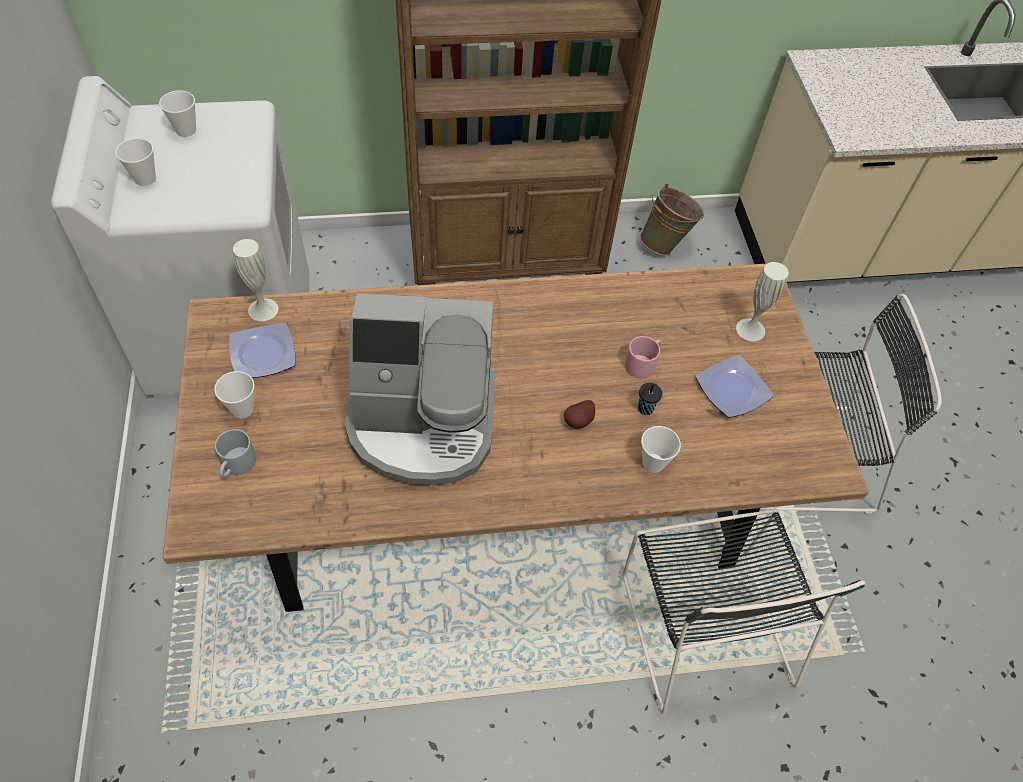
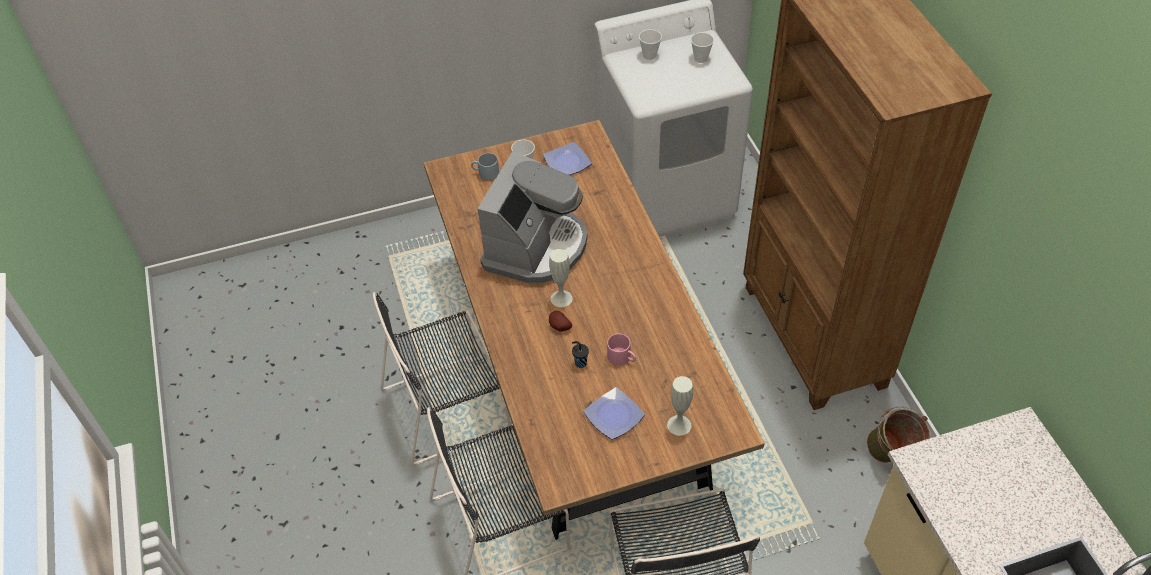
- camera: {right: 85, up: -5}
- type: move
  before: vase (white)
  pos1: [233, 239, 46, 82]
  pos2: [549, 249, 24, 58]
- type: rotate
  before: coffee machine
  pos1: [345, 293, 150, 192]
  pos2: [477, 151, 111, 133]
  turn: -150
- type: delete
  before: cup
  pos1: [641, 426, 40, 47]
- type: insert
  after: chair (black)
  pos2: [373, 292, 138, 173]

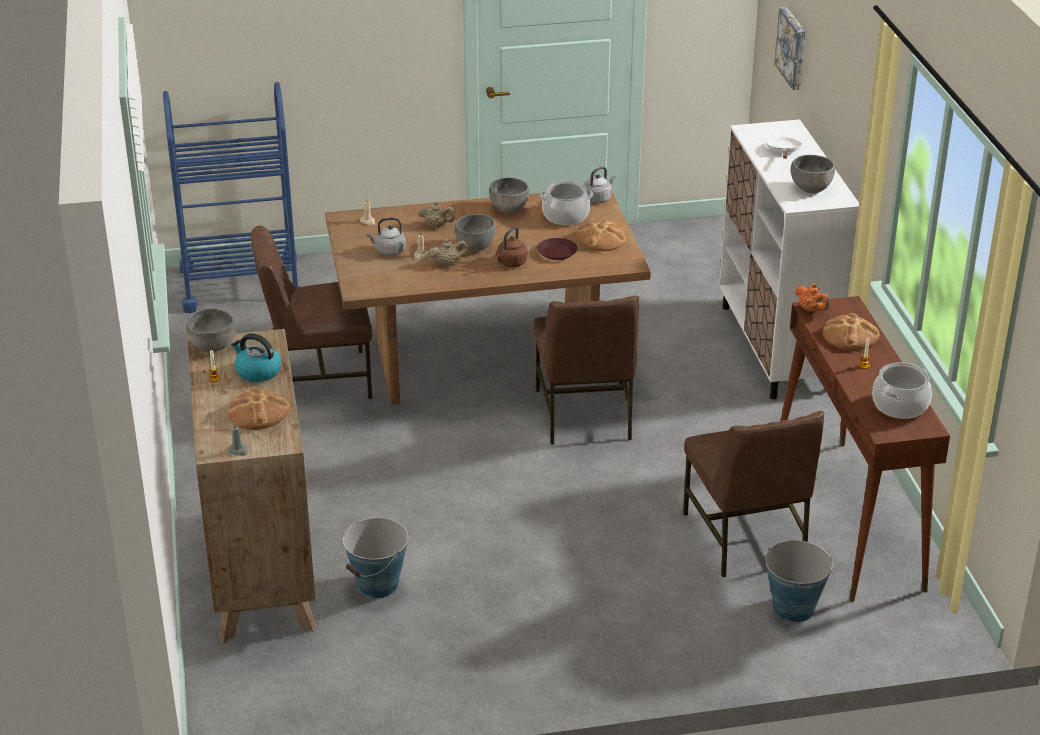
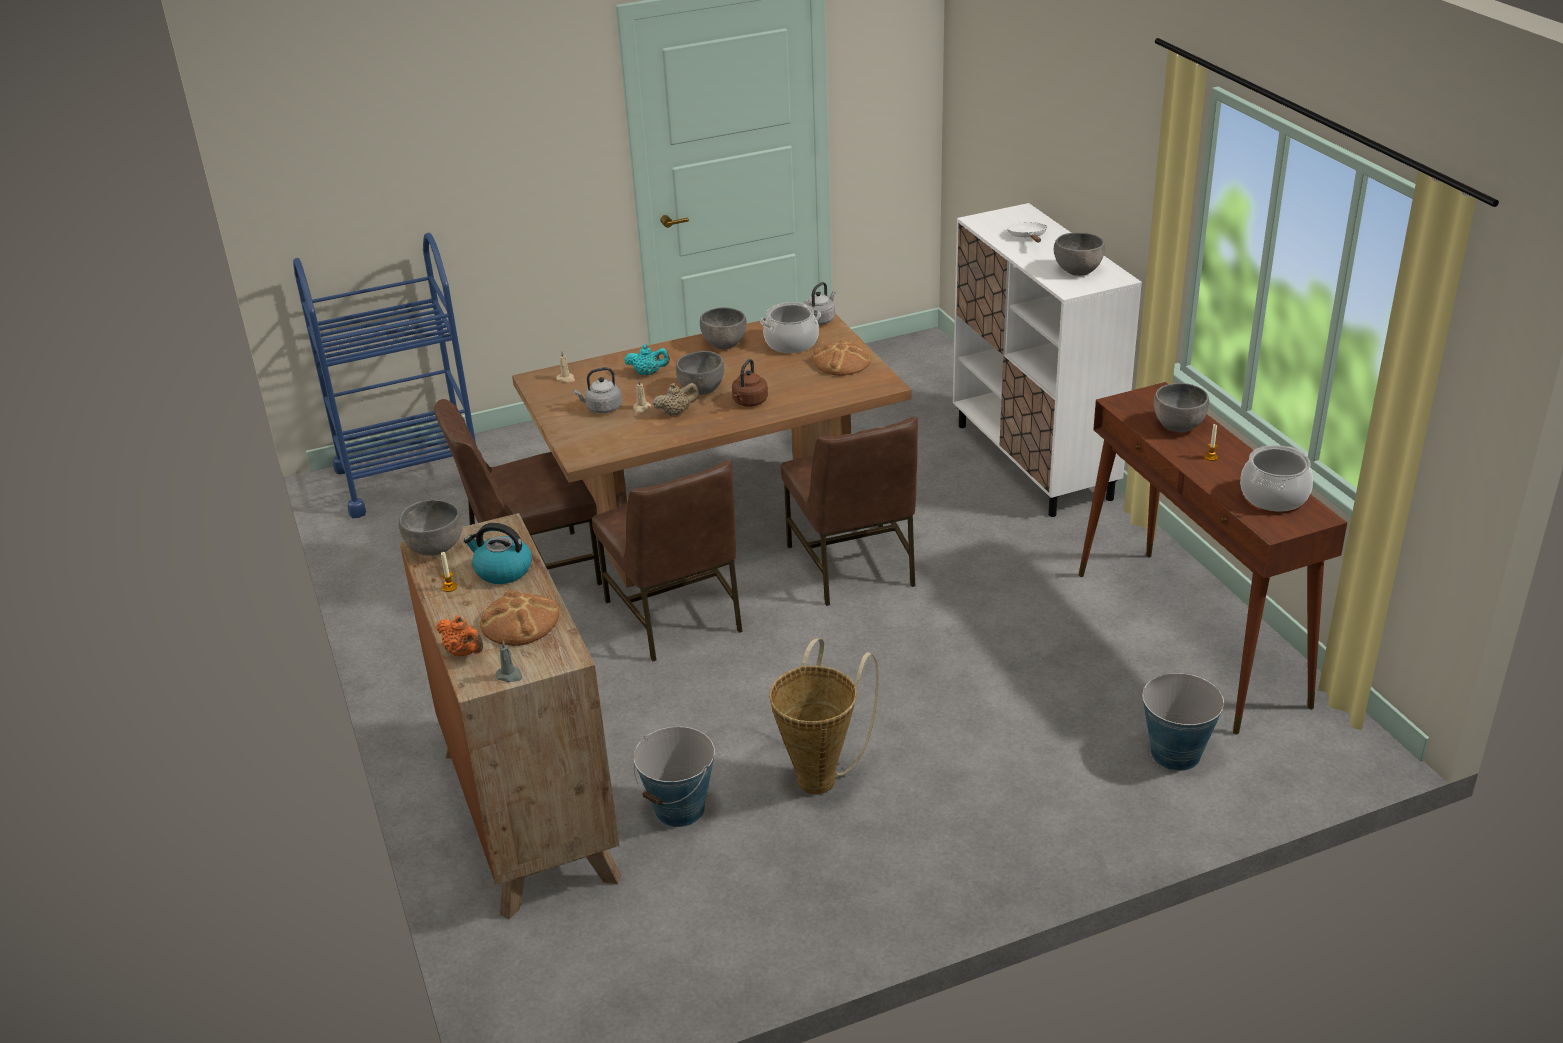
- camera: {right: -10, up: 0}
- type: delete
  before: picture
  pos1: [774, 7, 32, 83]
- type: recolor
  before: teapot (beige)
  after: teapot (turquoise)
  pos1: [418, 201, 38, 27]
  pos2: [624, 344, 46, 31]
- type: delete
  before: plate (brown)
  pos1: [537, 238, 41, 22]
- type: move
  before: teapot (orange)
  pos1: [795, 283, 35, 29]
  pos2: [436, 615, 47, 41]
- type: replace
  before: bread
  after: bowl (grey)
  pos1: [822, 313, 58, 37]
  pos2: [1154, 383, 55, 49]
- type: move
  before: chair (brown)
  pos1: [683, 411, 141, 166]
  pos2: [592, 460, 151, 201]
- type: insert
  after: basket
  pos2: [769, 638, 110, 156]

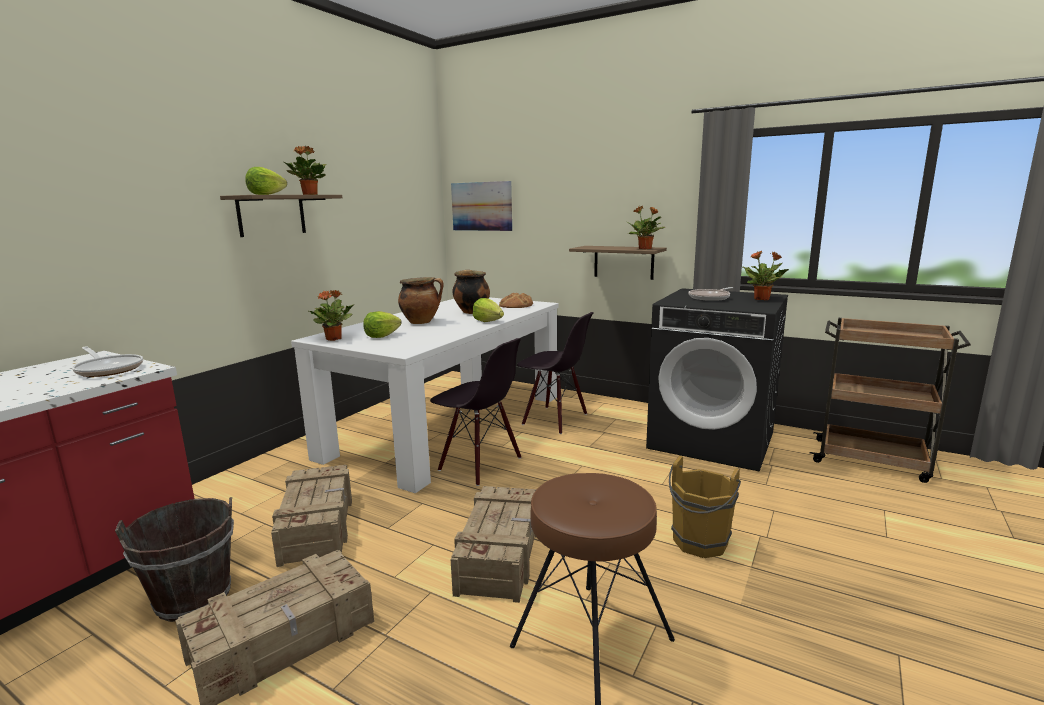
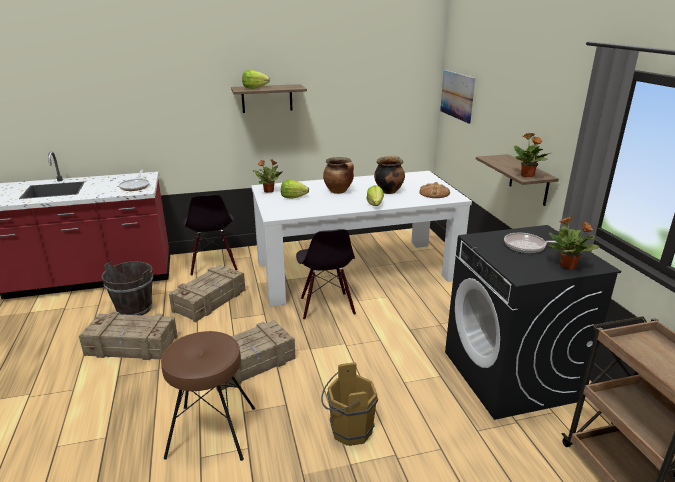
- camera: {right: 45, up: 10}
- type: delete
  before: potted plant
  pos1: [284, 146, 42, 49]
- type: move
  before: chair (black)
  pos1: [517, 312, 77, 122]
  pos2: [183, 194, 55, 82]

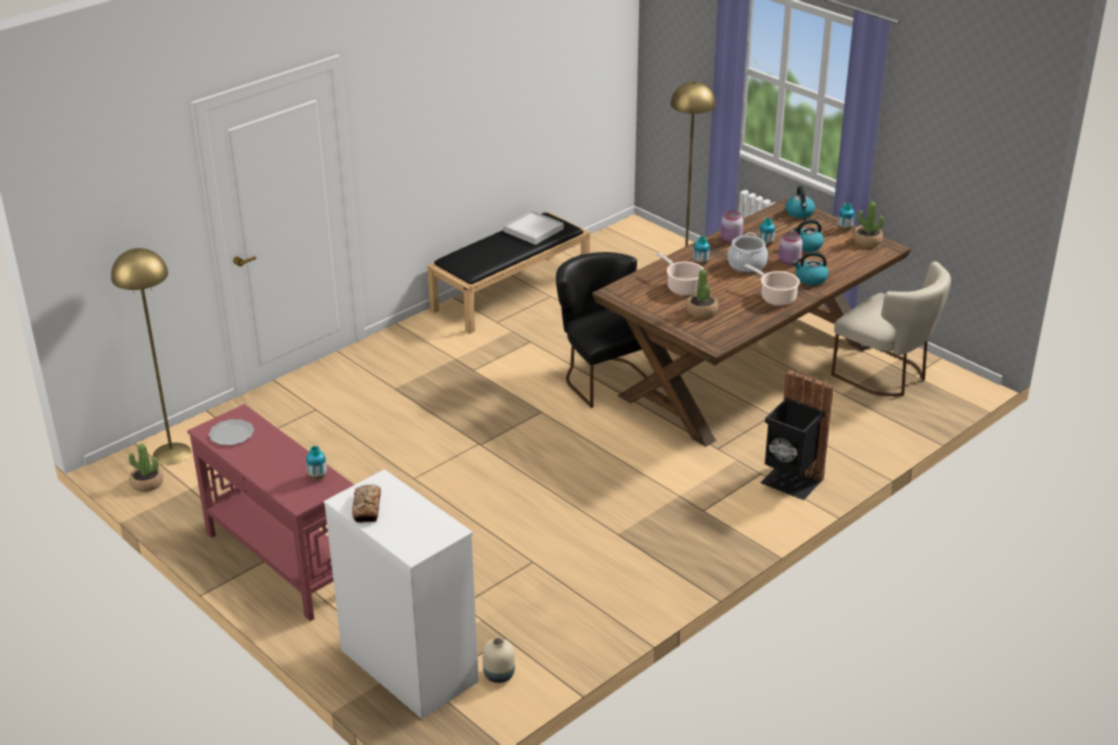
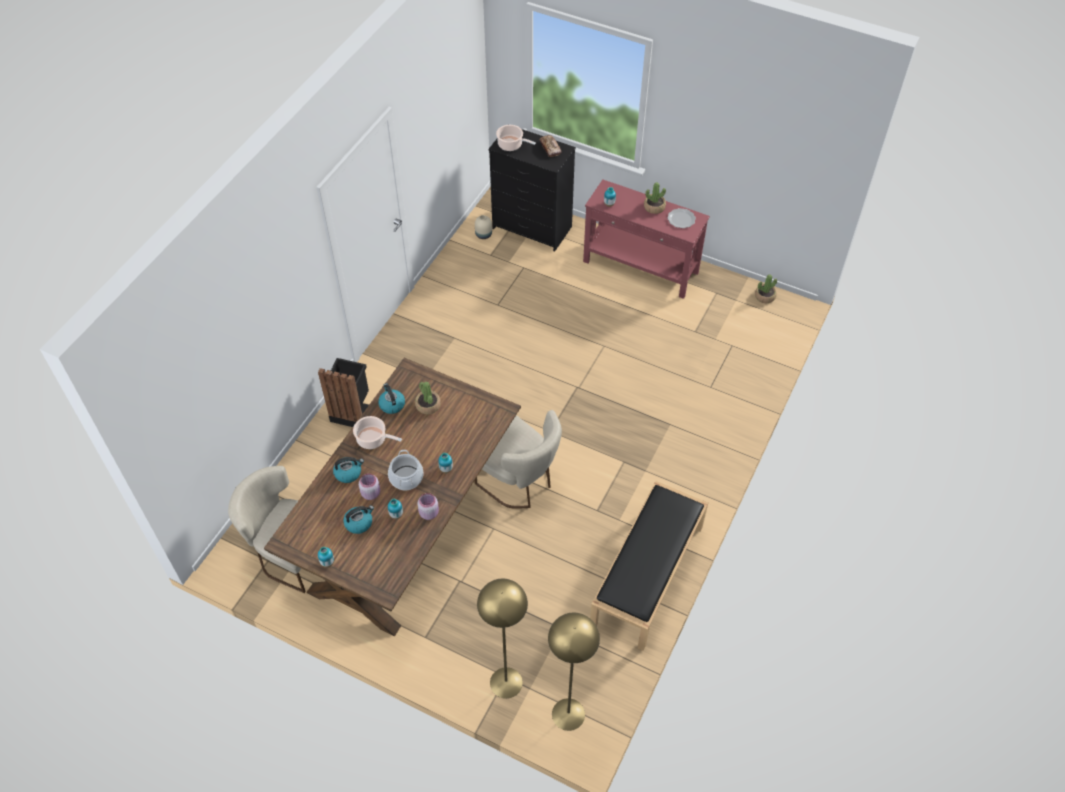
- camera: {right: 160, up: 20}
- type: move
  before: kettle
  pos1: [785, 186, 30, 32]
  pos2: [378, 383, 27, 31]
- type: move
  before: potted plant
  pos1: [853, 202, 31, 45]
  pos2: [644, 182, 22, 32]
- type: delete
  before: tray (white)
  pos1: [503, 211, 61, 34]
- type: move
  before: floor lamp (yellow)
  pos1: [111, 248, 80, 217]
  pos2: [548, 613, 52, 118]
- type: recolor
  before: chair (black)
  after: chair (beige)
  pos1: [556, 252, 99, 156]
  pos2: [474, 410, 88, 99]
- type: move
  before: cooking pot
  pos1: [657, 252, 47, 43]
  pos2: [496, 125, 40, 26]
- type: recolor
  before: dresser (white)
  after: dresser (black)
  pos1: [324, 469, 155, 250]
  pos2: [488, 129, 88, 123]

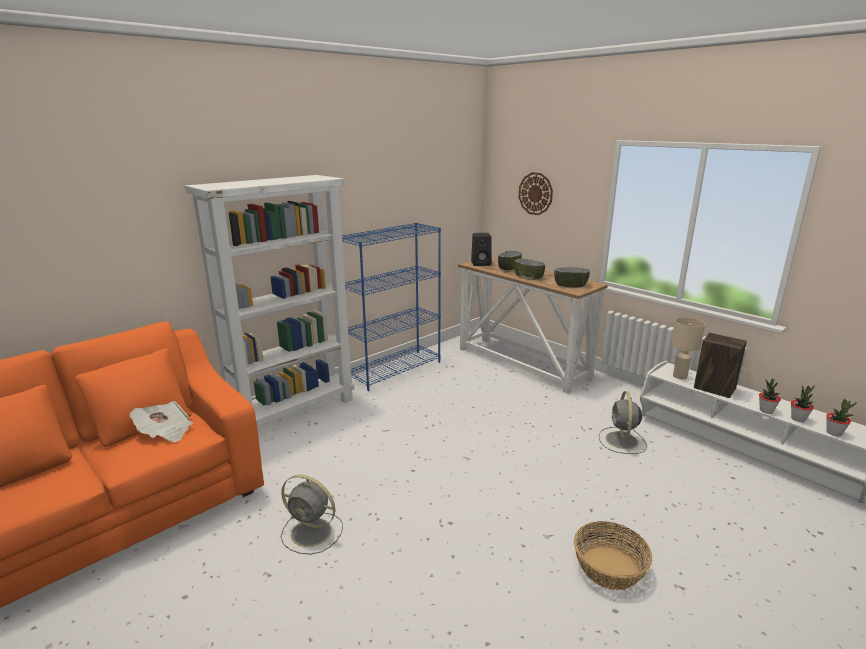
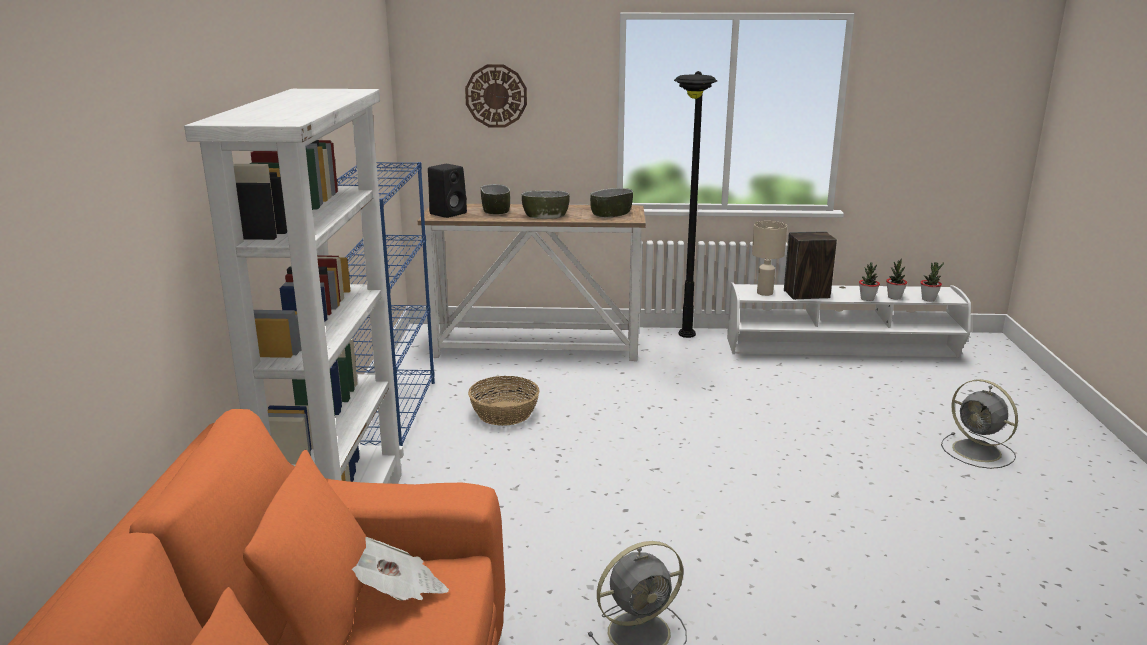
- camera: {right: -45, up: 0}
- type: move
  before: fan (grey)
  pos1: [599, 391, 48, 63]
  pos2: [941, 379, 77, 90]
- type: move
  before: basket
  pos1: [574, 521, 78, 69]
  pos2: [468, 376, 72, 50]
- type: insert
  after: floor lamp (black)
  pos2: [674, 71, 43, 267]

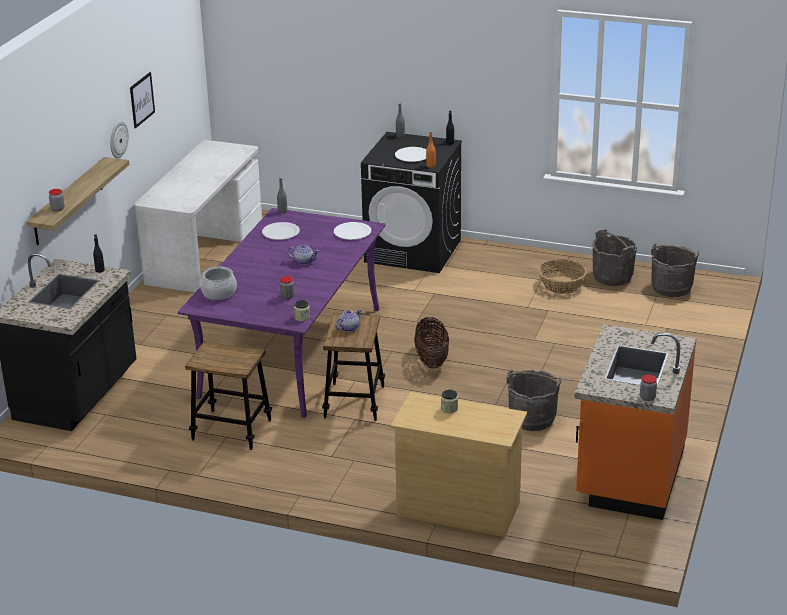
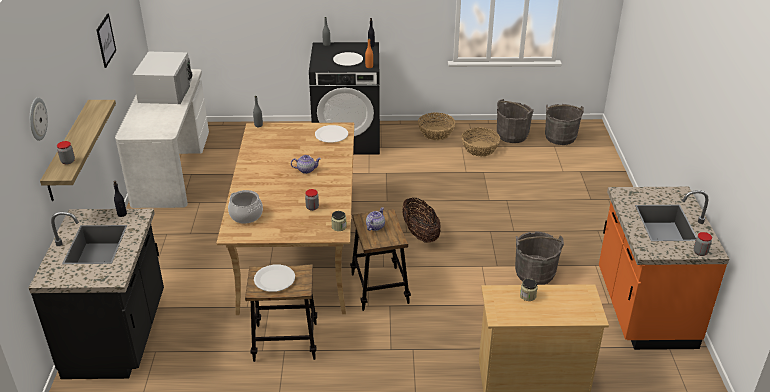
- camera: {right: -20, up: 5}
- type: move
  before: wall clock
  pos1: [110, 121, 19, 38]
  pos2: [30, 98, 18, 43]
- type: recolor
  before: dining table (purple)
  after: dining table (beige)
  pos1: [178, 208, 208, 210]
  pos2: [217, 122, 137, 193]
- type: move
  before: plate (white)
  pos1: [262, 222, 38, 18]
  pos2: [254, 265, 41, 27]
- type: insert
  after: microwave (white)
  pos2: [133, 52, 60, 52]
- type: insert
  after: basket
  pos2: [418, 113, 37, 27]

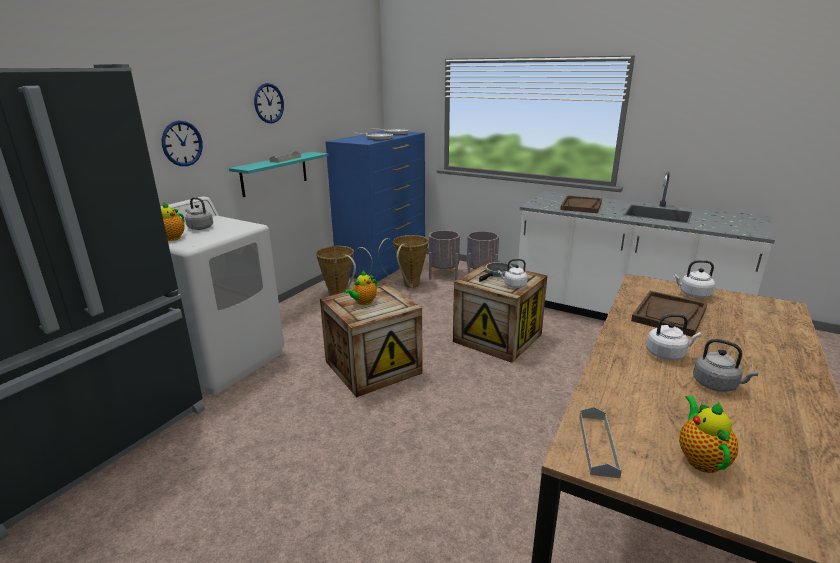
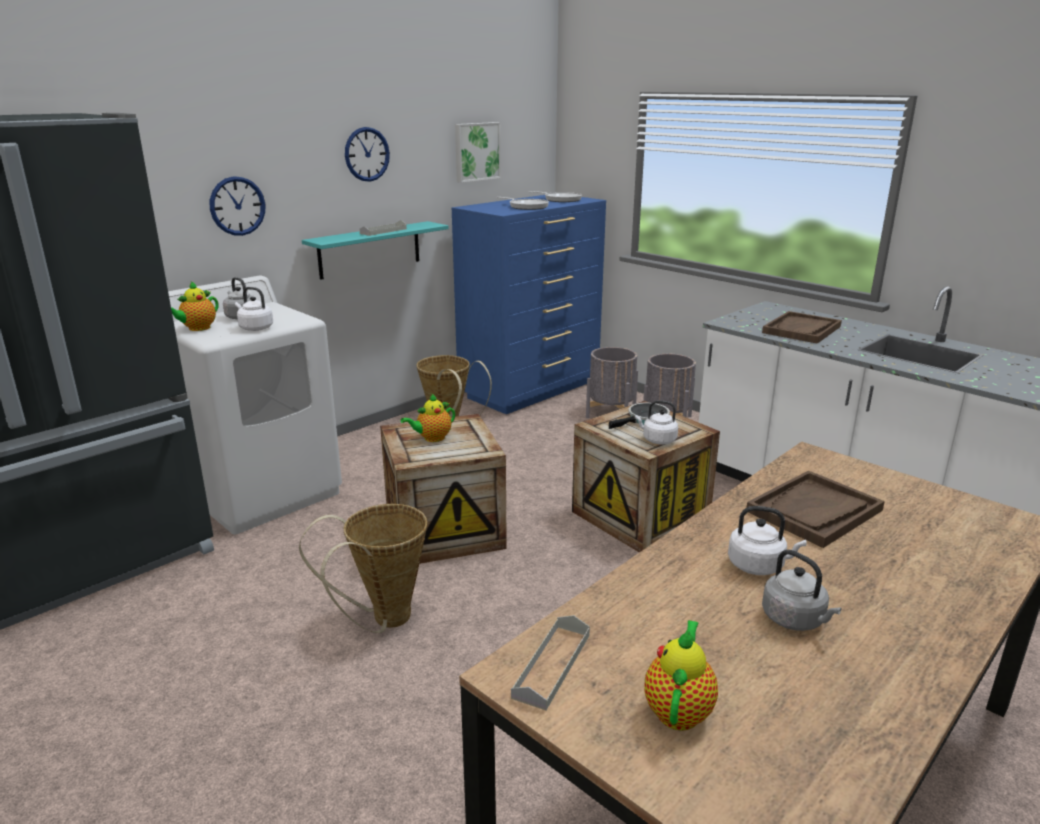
- camera: {right: 15, up: 0}
- type: move
  before: basket
  pos1: [378, 235, 51, 53]
  pos2: [299, 504, 128, 129]
- type: move
  before: kettle (white)
  pos1: [673, 260, 42, 38]
  pos2: [235, 287, 38, 44]
- type: insert
  after: picture
  pos2: [455, 122, 46, 61]

